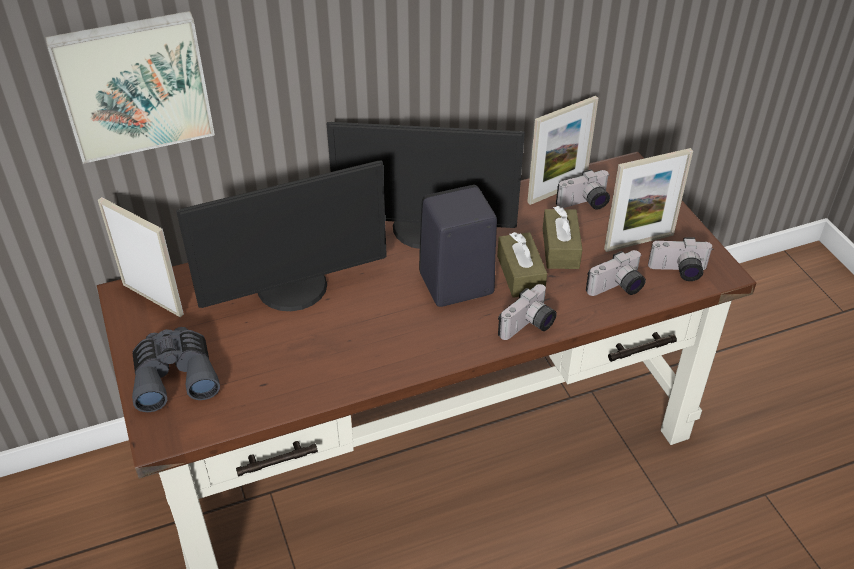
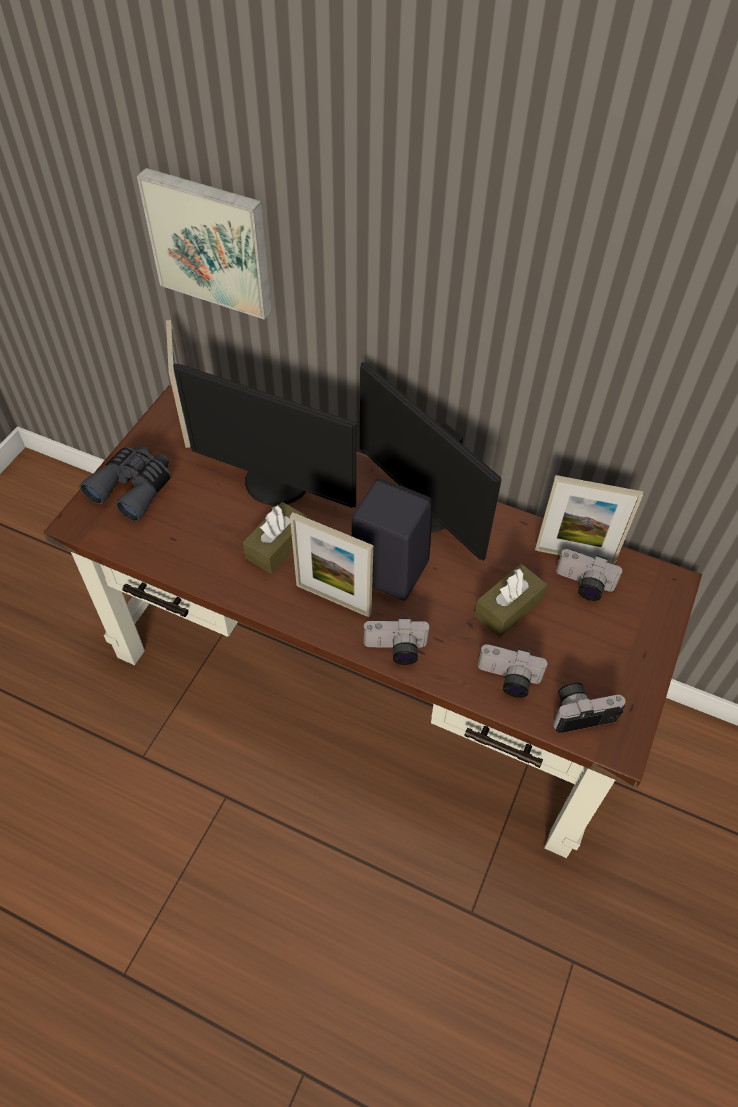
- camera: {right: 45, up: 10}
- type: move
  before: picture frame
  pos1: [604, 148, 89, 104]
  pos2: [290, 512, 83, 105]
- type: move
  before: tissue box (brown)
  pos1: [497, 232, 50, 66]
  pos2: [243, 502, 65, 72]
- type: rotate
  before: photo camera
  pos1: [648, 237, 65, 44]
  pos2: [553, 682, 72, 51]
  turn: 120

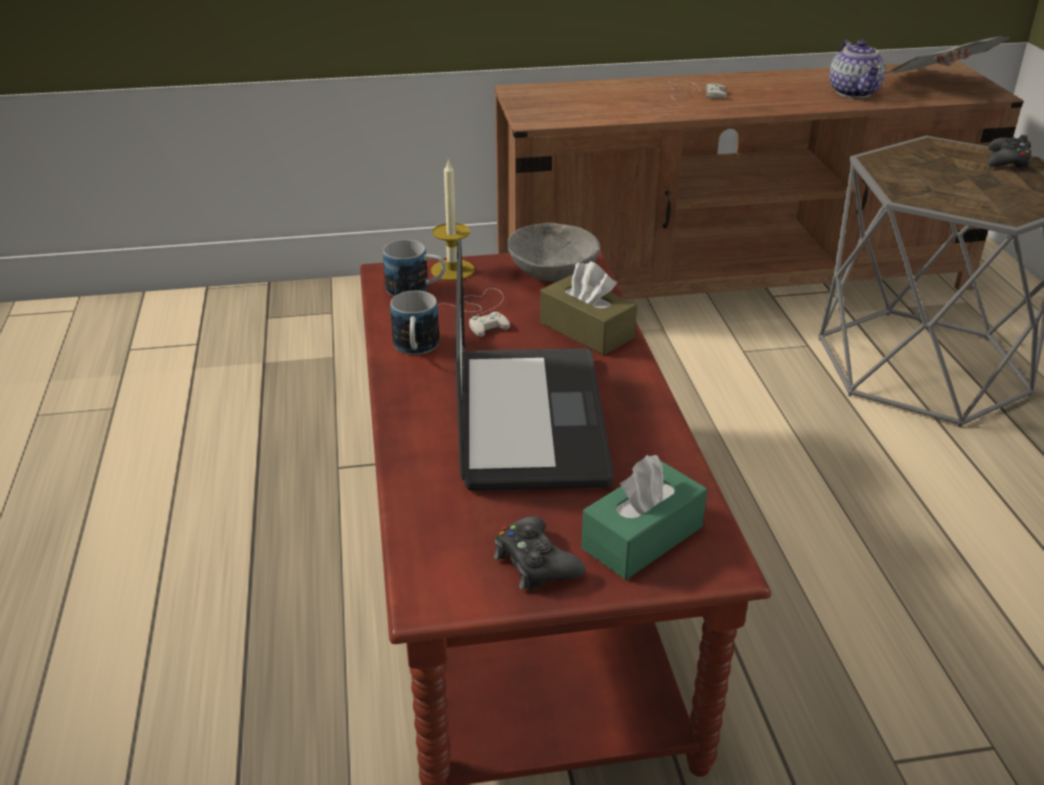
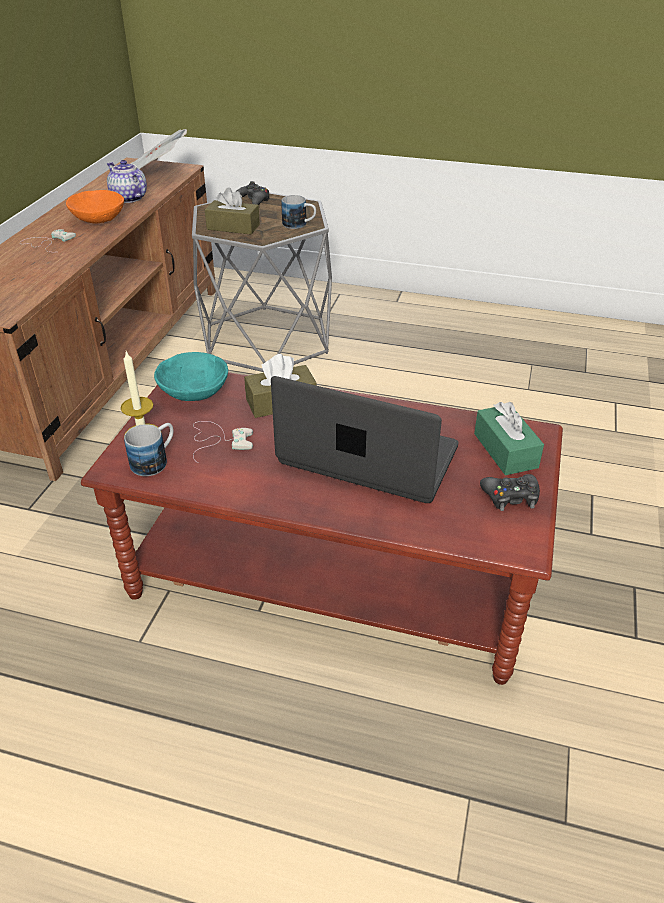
- camera: {right: -65, up: 5}
- type: rotate
  before: teapot
  pos1: [829, 40, 56, 58]
  pos2: [107, 160, 40, 43]
  turn: -150
- type: recolor
  before: bowl (grey)
  after: bowl (turquoise)
  pos1: [507, 223, 94, 59]
  pos2: [154, 352, 74, 49]
- type: move
  before: mug
  pos1: [390, 291, 49, 64]
  pos2: [281, 195, 35, 34]
- type: insert
  after: tissue box (brown)
  pos2: [205, 187, 55, 48]
- type: insert
  after: bowl (orange)
  pos2: [66, 190, 58, 34]

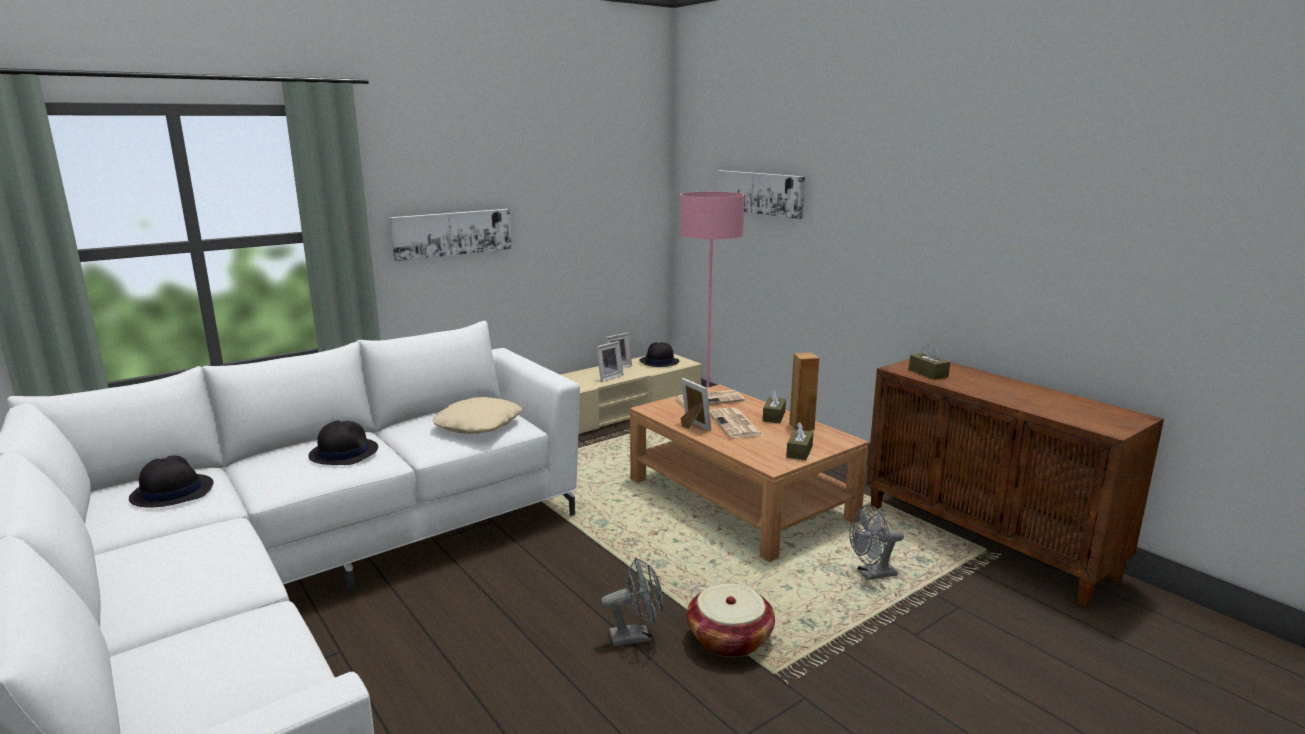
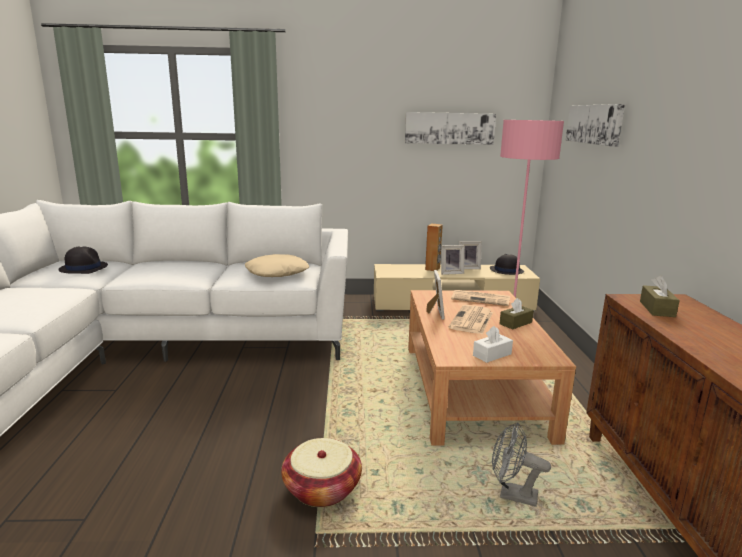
- camera: {right: 35, up: 0}
- type: move
  before: picture
  pos1: [390, 209, 122, 52]
  pos2: [405, 112, 91, 33]
- type: move
  before: speaker (brown)
  pos1: [789, 352, 30, 79]
  pos2: [425, 223, 18, 48]
- type: delete
  before: hat (black)
  pos1: [308, 421, 70, 44]
- type: recolor
  before: tissue box (brown)
  after: tissue box (white)
  pos1: [786, 422, 27, 38]
  pos2: [473, 326, 40, 37]
- type: delete
  before: fan (grey)
  pos1: [601, 557, 62, 89]

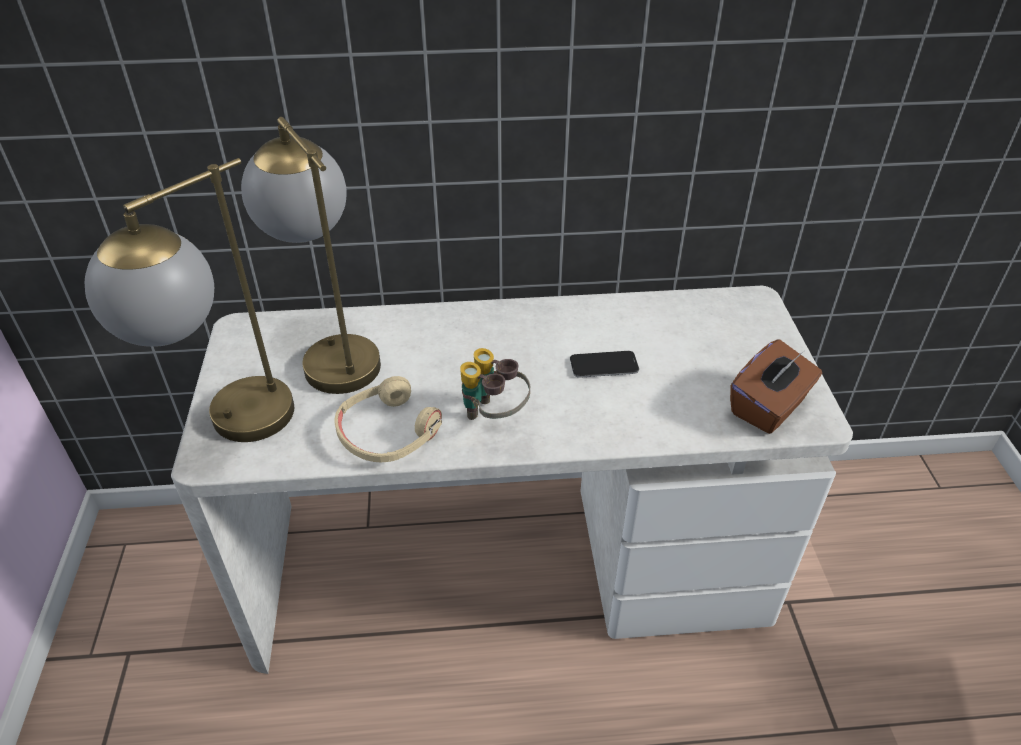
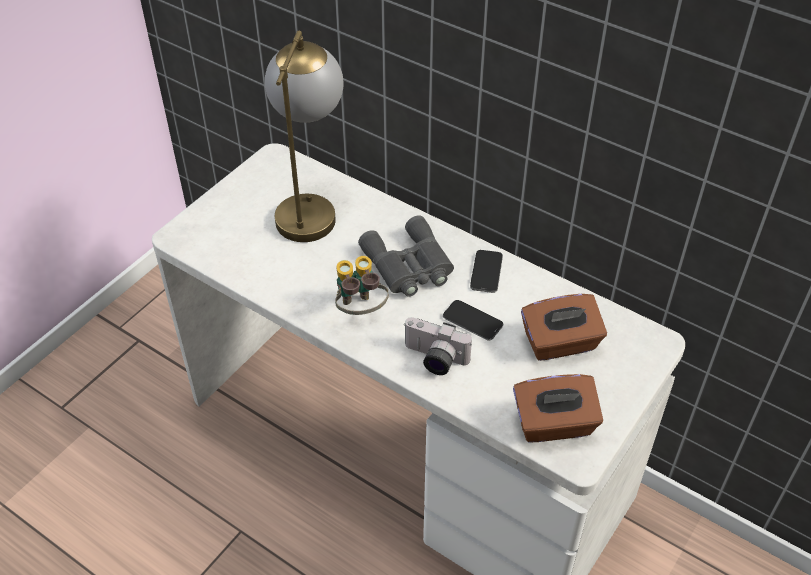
- camera: {right: 40, up: 5}
- type: delete
  before: table lamp
  pos1: [85, 158, 209, 284]
- type: delete
  before: headphones (beige)
  pos1: [335, 376, 107, 86]
- type: insert
  after: binoculars (grey)
  pos2: [358, 216, 96, 81]
- type: insert
  after: phone
  pos2: [470, 250, 33, 43]
- type: insert
  after: tissue box (brown)
  pos2: [521, 294, 86, 67]
- type: insert
  after: photo camera
  pos2: [403, 317, 69, 58]

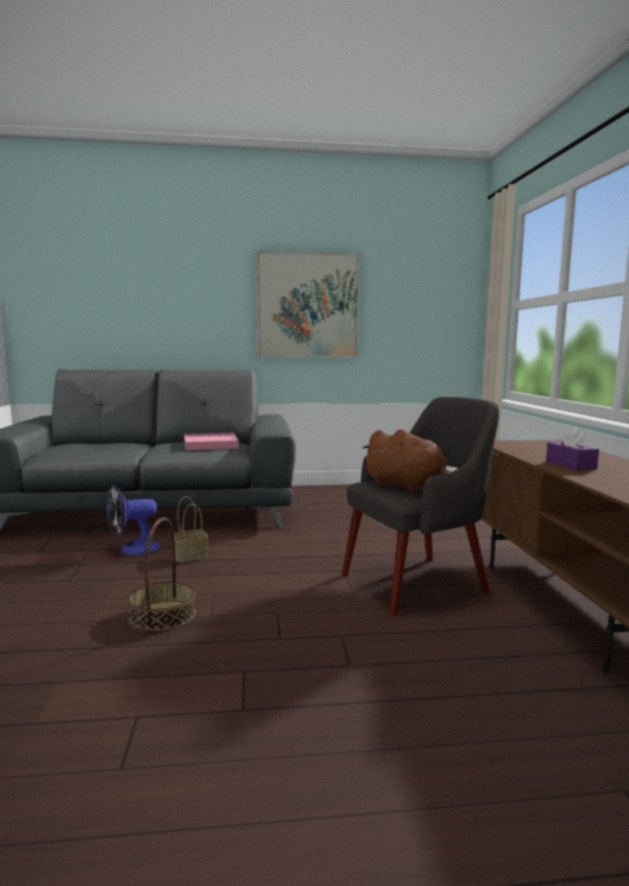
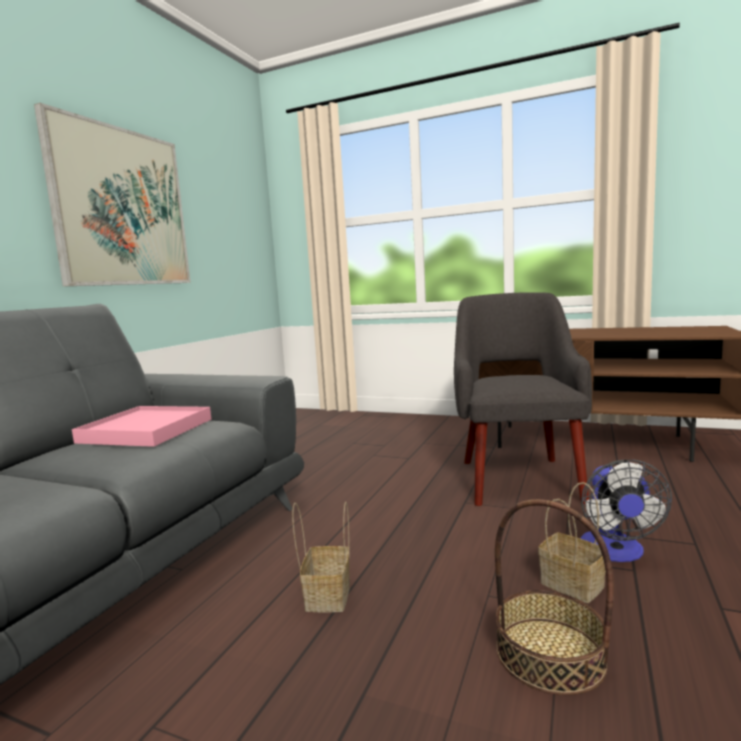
- camera: {right: -60, up: 0}
- type: delete
  before: tissue box (purple)
  pos1: [546, 426, 53, 45]
- type: delete
  before: plush toy (brown)
  pos1: [362, 429, 91, 63]
- type: move
  before: fan
  pos1: [107, 486, 53, 69]
  pos2: [581, 460, 91, 102]
- type: insert
  after: basket
  pos2: [538, 482, 70, 121]

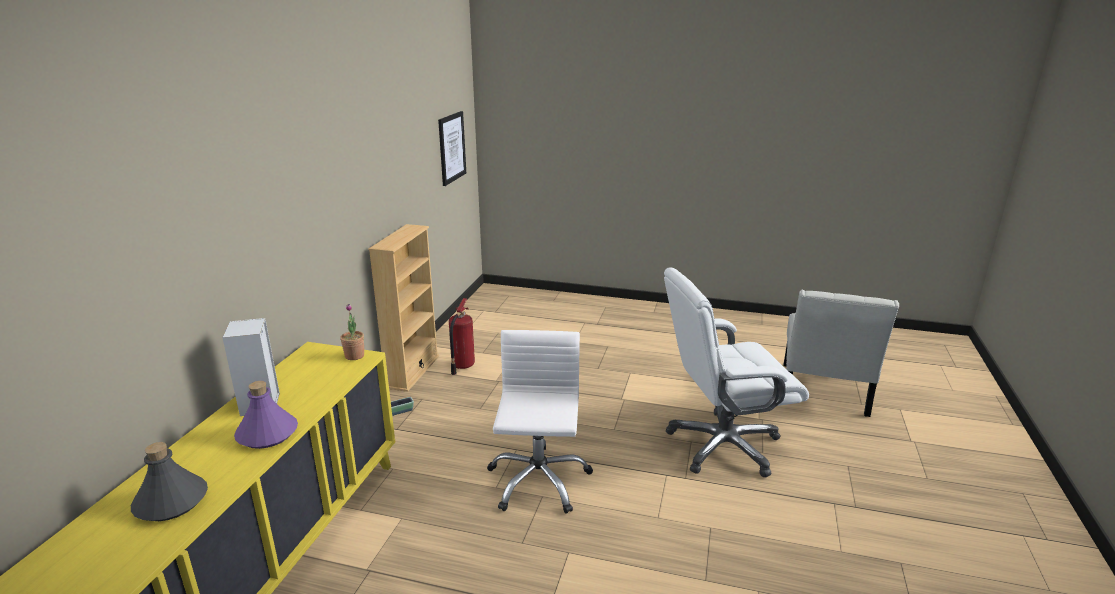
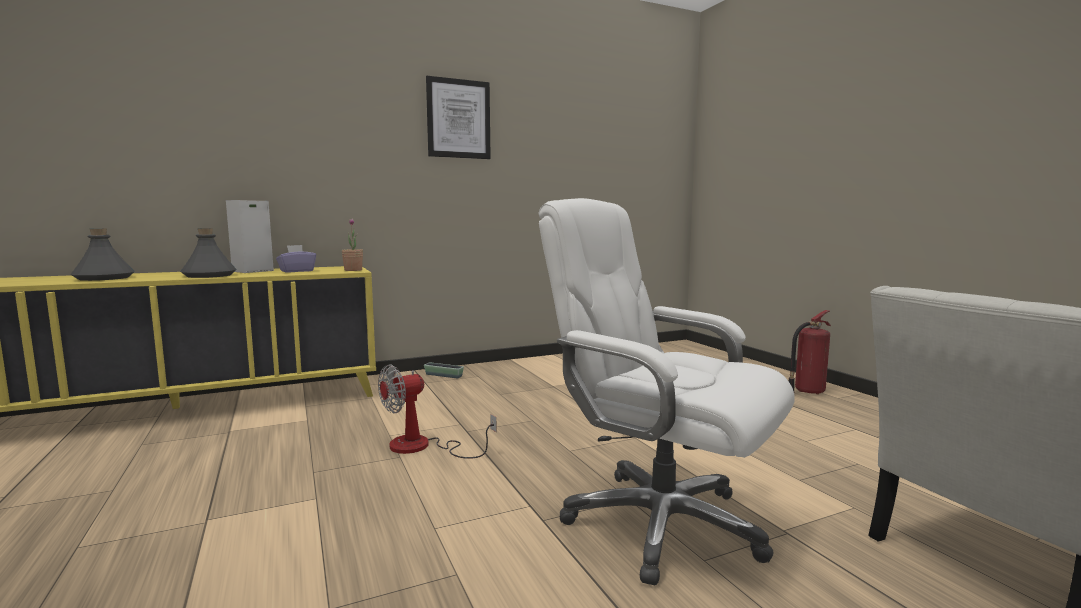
- camera: {right: 50, up: -15}
- type: move
  before: picture
  pos1: [438, 111, 28, 75]
  pos2: [426, 76, 65, 83]
- type: delete
  before: bookcase (beige)
  pos1: [368, 224, 71, 168]
- type: move
  before: fire extinguisher
  pos1: [449, 298, 26, 77]
  pos2: [789, 310, 42, 85]
- type: replace
  before: office chair (white)
  after: fan
  pos1: [487, 330, 106, 184]
  pos2: [378, 364, 119, 95]
- type: recolor
  before: bottle (purple)
  after: bottle (grey)
  pos1: [234, 381, 64, 68]
  pos2: [180, 228, 57, 50]
- type: insert
  after: tissue box (purple)
  pos2: [276, 245, 40, 27]

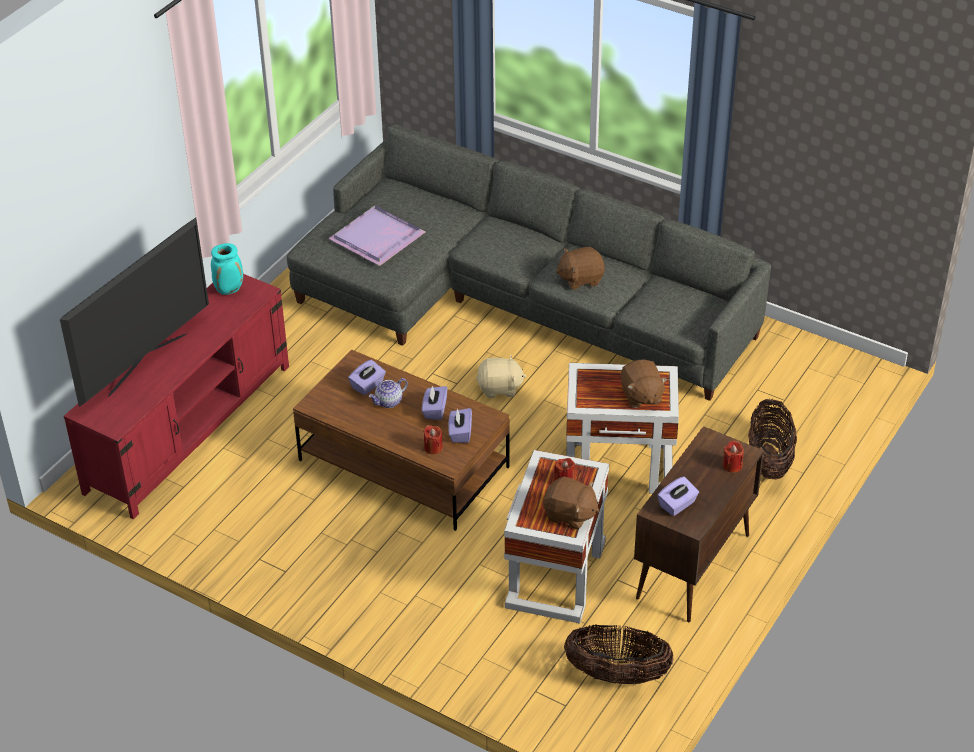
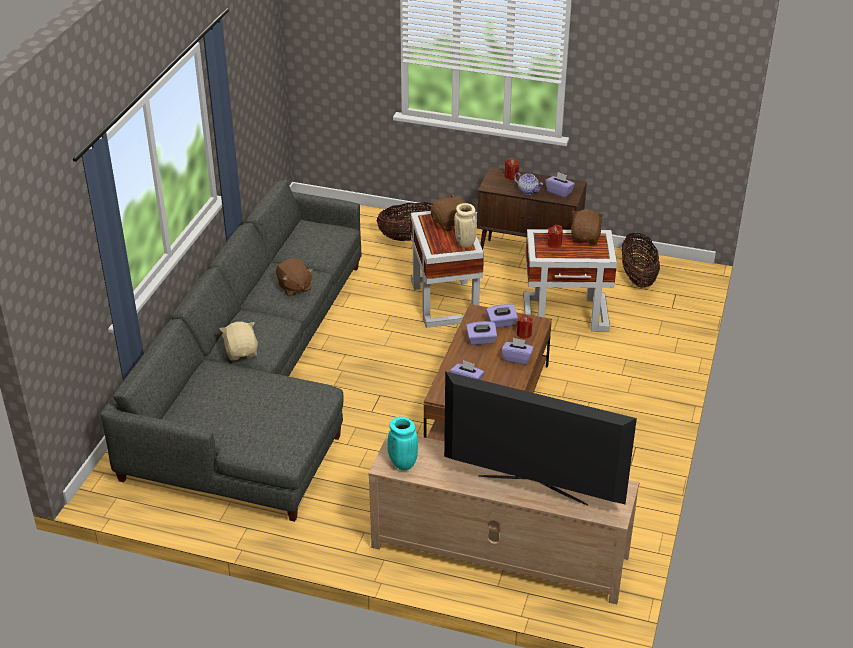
- camera: {right: -105, up: -5}
- type: delete
  before: tray (purple)
  pos1: [328, 205, 98, 61]
- type: recolor
  before: tv stand (red)
  after: tv stand (beige)
  pos1: [64, 274, 225, 246]
  pos2: [368, 430, 271, 174]
- type: move
  before: plush toy (beige)
  pos1: [476, 354, 50, 44]
  pos2: [220, 322, 38, 39]
- type: move
  before: teapot
  pos1: [369, 378, 39, 30]
  pos2: [514, 173, 29, 22]
- type: insert
  after: vase (beige)
  pos2: [454, 203, 22, 45]
- type: insert
  after: tissue box (purple)
  pos2: [502, 338, 32, 27]

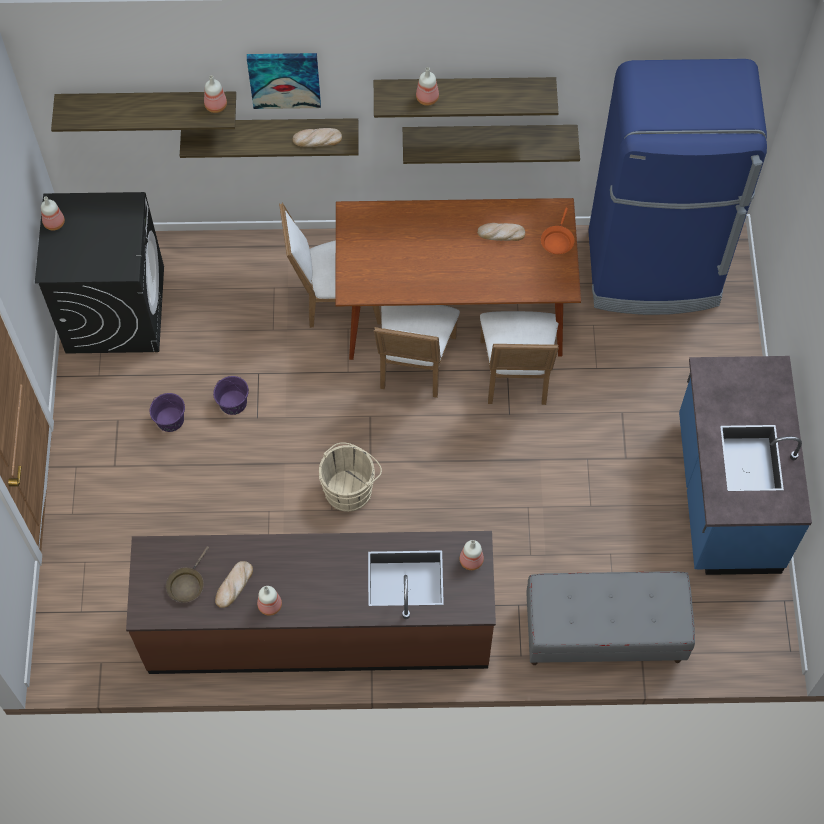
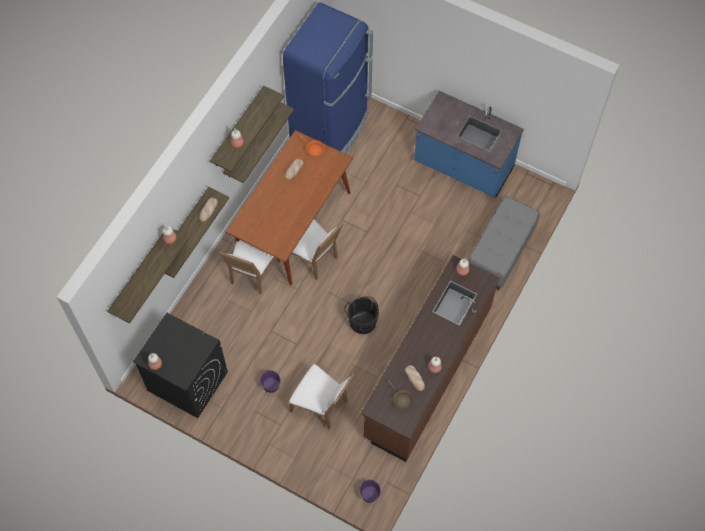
- camera: {right: -60, up: 0}
- type: delete
  before: picture
  pos1: [247, 53, 74, 56]
- type: move
  before: chair (white)
  pos1: [480, 311, 79, 94]
  pos2: [289, 364, 66, 66]
- type: move
  before: bucket (purple)
  pos1: [213, 376, 36, 39]
  pos2: [359, 480, 22, 23]
- type: recolor
  before: bucket (beige)
  after: bucket (black)
  pos1: [319, 442, 63, 70]
  pos2: [345, 296, 34, 38]

